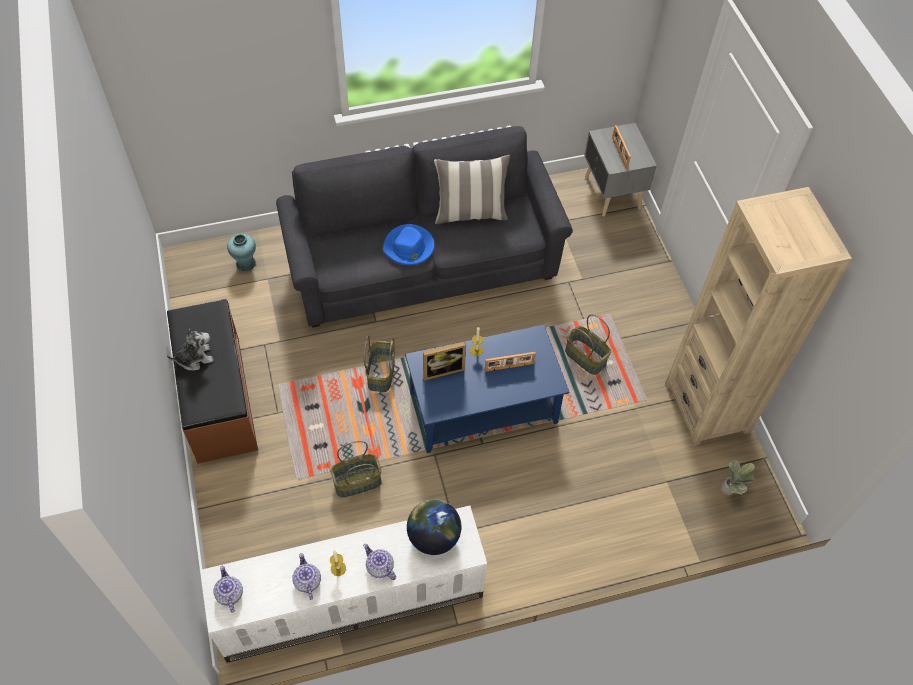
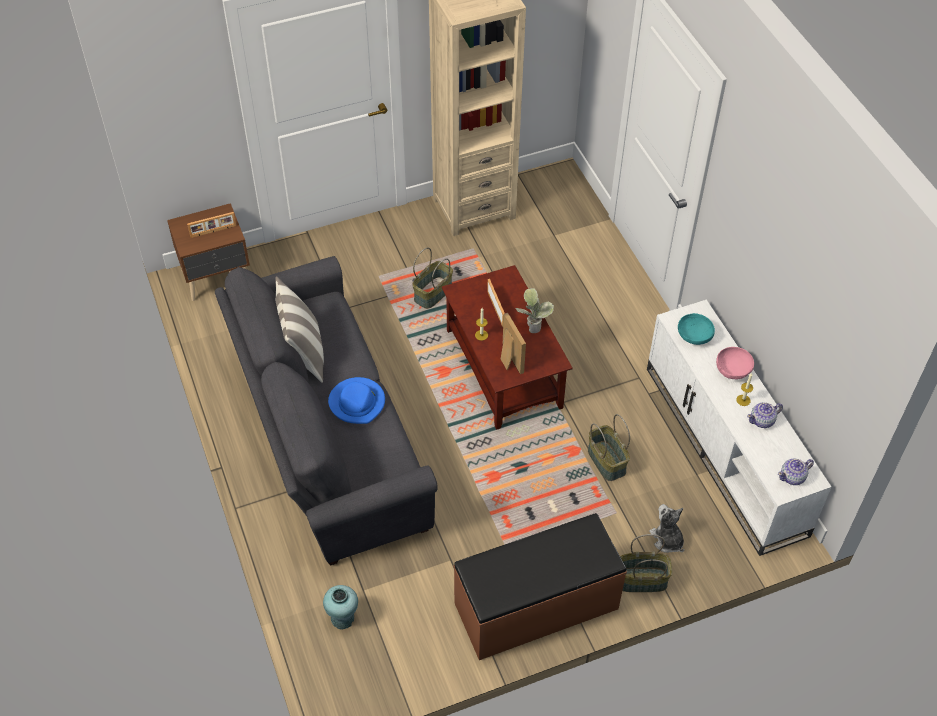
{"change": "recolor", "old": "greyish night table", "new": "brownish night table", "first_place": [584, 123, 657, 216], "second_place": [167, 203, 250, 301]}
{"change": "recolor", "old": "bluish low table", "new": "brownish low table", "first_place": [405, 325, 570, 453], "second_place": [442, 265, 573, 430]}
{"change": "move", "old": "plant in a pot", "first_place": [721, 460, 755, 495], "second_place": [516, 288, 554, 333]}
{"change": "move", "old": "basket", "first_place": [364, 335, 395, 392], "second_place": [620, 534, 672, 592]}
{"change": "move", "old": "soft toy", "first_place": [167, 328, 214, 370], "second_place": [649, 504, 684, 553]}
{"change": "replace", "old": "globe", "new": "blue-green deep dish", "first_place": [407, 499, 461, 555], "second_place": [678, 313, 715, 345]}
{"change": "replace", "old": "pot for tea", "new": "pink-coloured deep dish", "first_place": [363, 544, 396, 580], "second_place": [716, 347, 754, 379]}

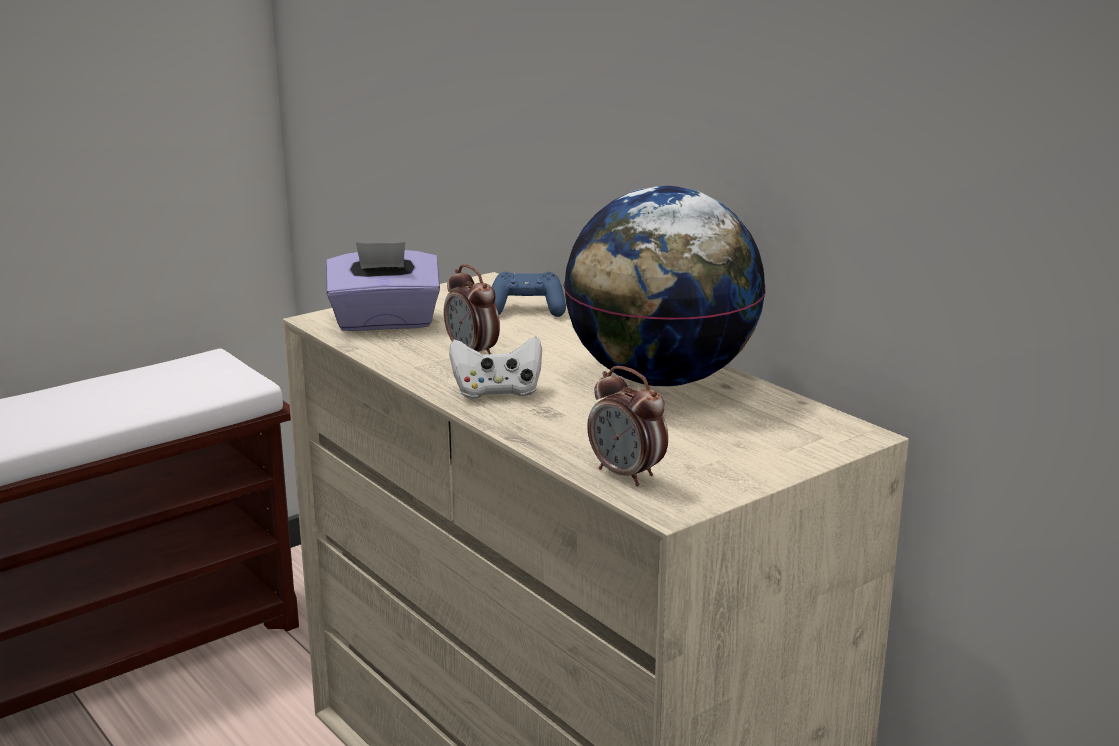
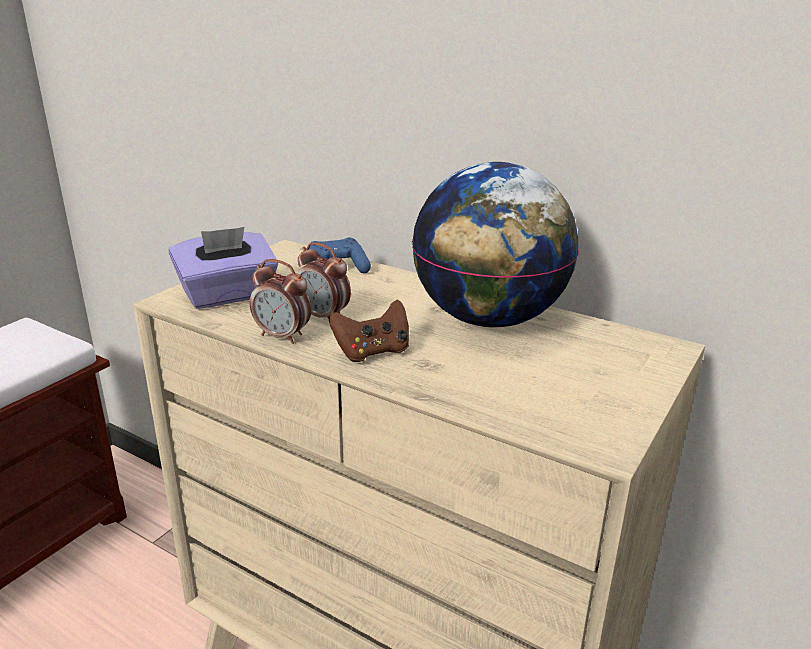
{"change": "move", "old": "alarm clock", "first_place": [587, 366, 668, 486], "second_place": [250, 259, 311, 344]}
{"change": "recolor", "old": "white joypad", "new": "brownish joypad", "first_place": [449, 336, 542, 399], "second_place": [329, 299, 409, 362]}

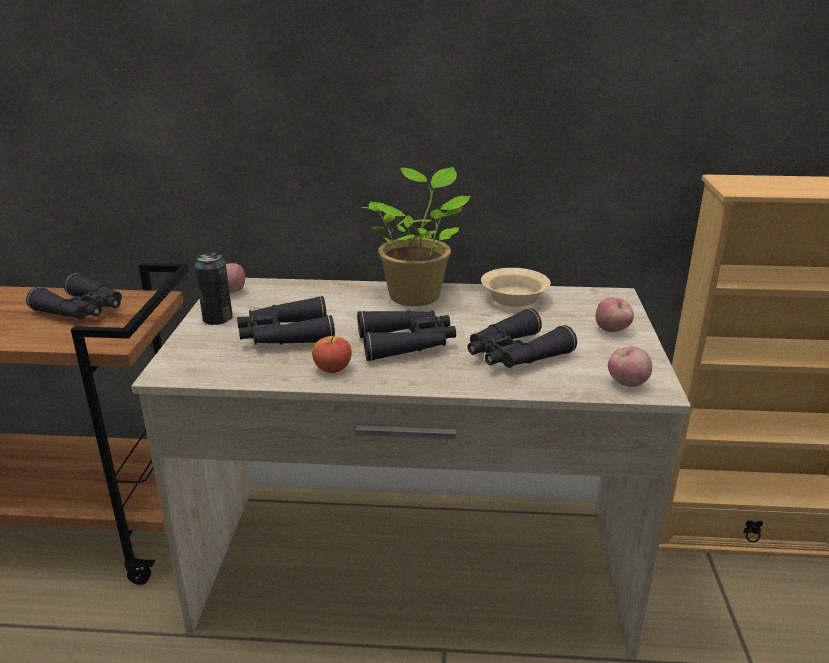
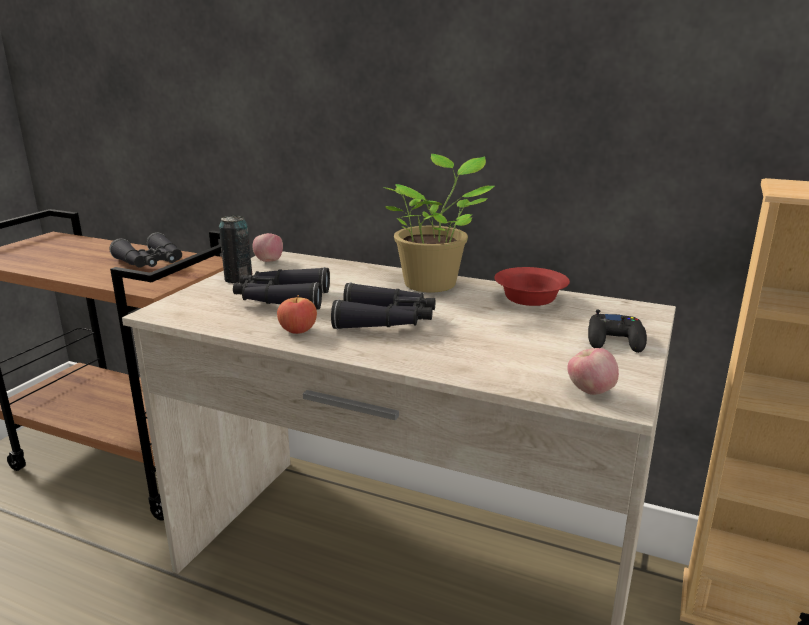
{"change": "recolor", "old": "beige-coloured deep dish", "new": "red-coloured deep dish", "first_place": [481, 268, 551, 307], "second_place": [494, 267, 570, 306]}
{"change": "replace", "old": "apple", "new": "black joypad", "first_place": [595, 297, 634, 332], "second_place": [588, 310, 647, 353]}
{"change": "delete", "old": "black binoculars", "first_place": [468, 308, 577, 368]}

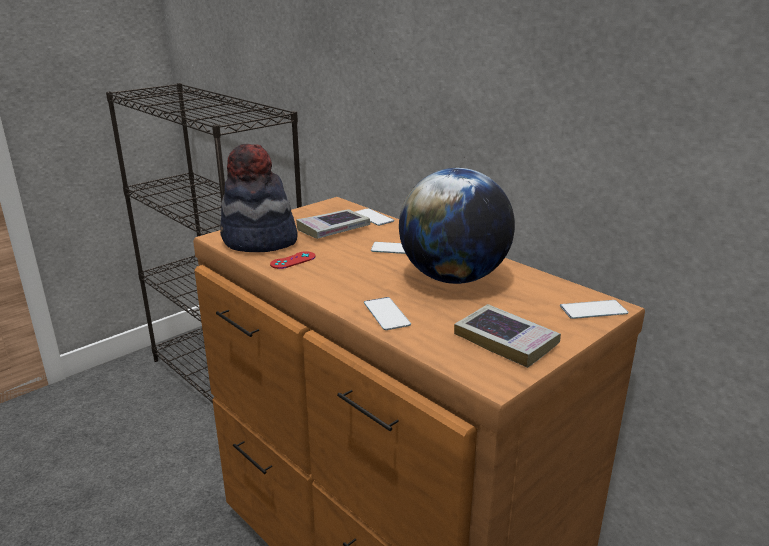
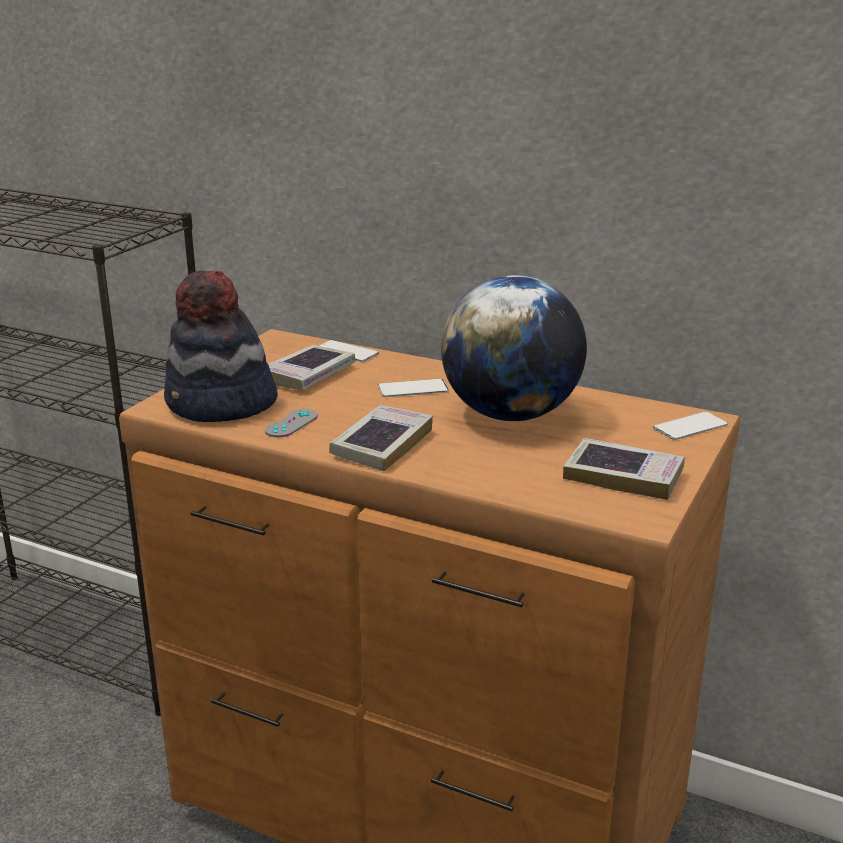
{"change": "recolor", "old": "red-coloured joypad", "new": "greyish joypad", "first_place": [270, 251, 315, 269], "second_place": [265, 409, 318, 437]}
{"change": "insert", "new": "bound book", "second_place": [329, 405, 433, 471]}
{"change": "delete", "old": "phone", "first_place": [364, 297, 411, 330]}

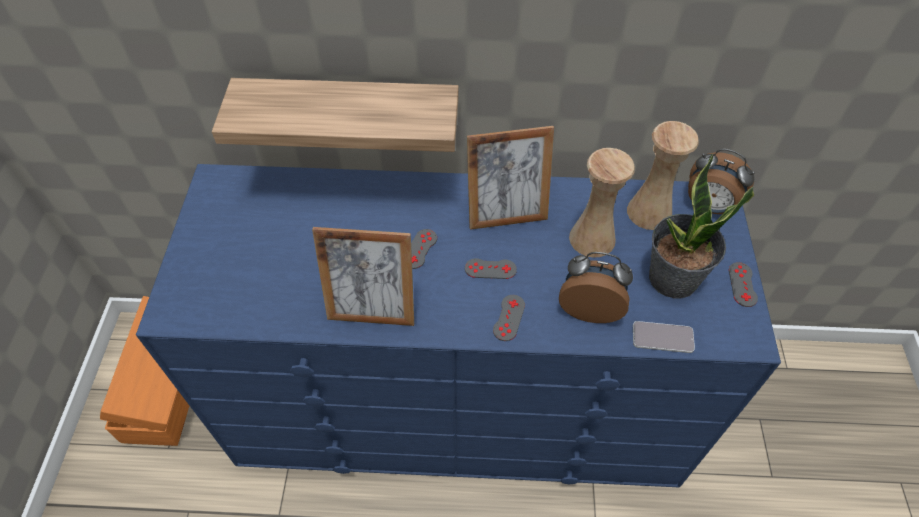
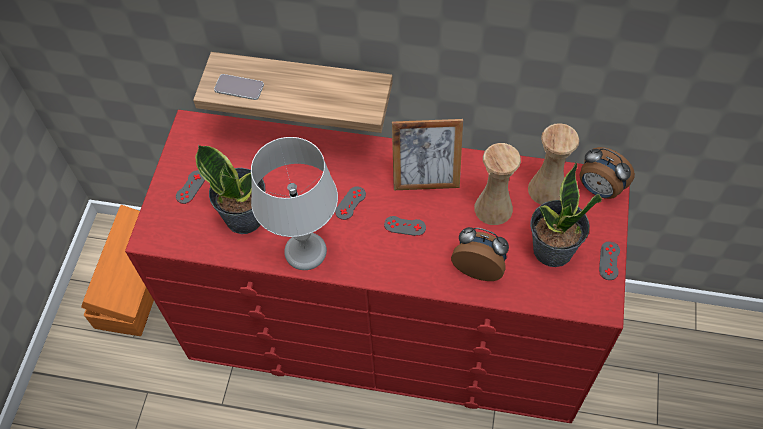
{"change": "recolor", "old": "bluish drawer chest", "new": "red-coloured drawer chest", "first_place": [136, 164, 781, 487], "second_place": [125, 110, 630, 423]}
{"change": "move", "old": "greyish joypad", "first_place": [493, 295, 525, 341], "second_place": [176, 170, 205, 204]}
{"change": "insert", "new": "plant in a pot", "second_place": [195, 145, 265, 234]}
{"change": "move", "old": "phone", "first_place": [633, 321, 695, 353], "second_place": [214, 74, 264, 100]}
{"change": "replace", "old": "standing frame", "new": "greyish tabletop lamp", "first_place": [312, 227, 414, 326], "second_place": [251, 137, 338, 270]}

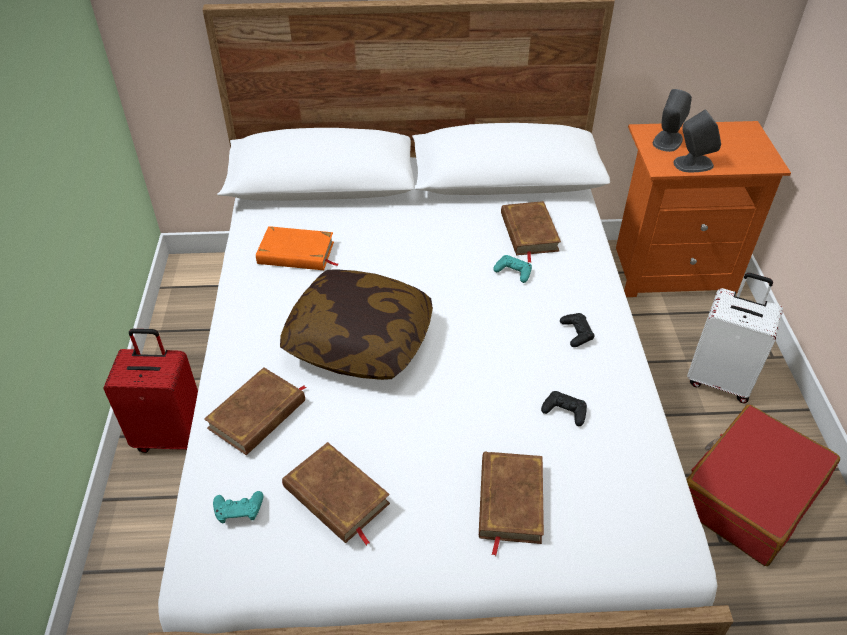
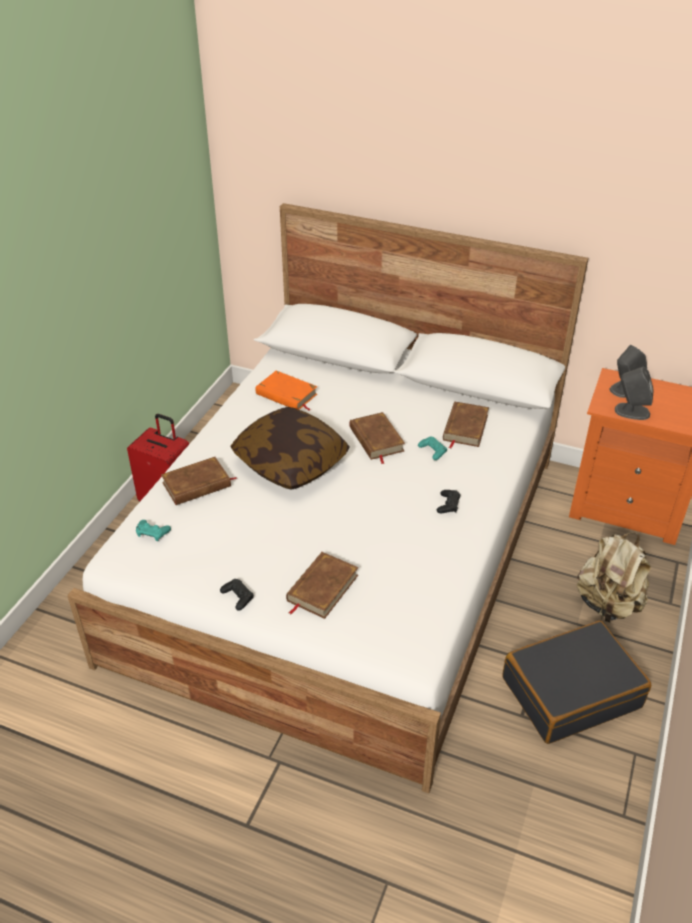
{"change": "move", "old": "black joypad", "first_place": [541, 391, 587, 426], "second_place": [220, 579, 254, 611]}
{"change": "move", "old": "brownish bound book", "first_place": [282, 442, 390, 546], "second_place": [349, 412, 405, 464]}
{"change": "recolor", "old": "red-coloured travel case", "new": "black travel case", "first_place": [686, 405, 840, 566], "second_place": [502, 621, 651, 744]}
{"change": "replace", "old": "white travel case", "new": "beige-coloured knapsack", "first_place": [687, 273, 783, 403], "second_place": [577, 532, 651, 622]}

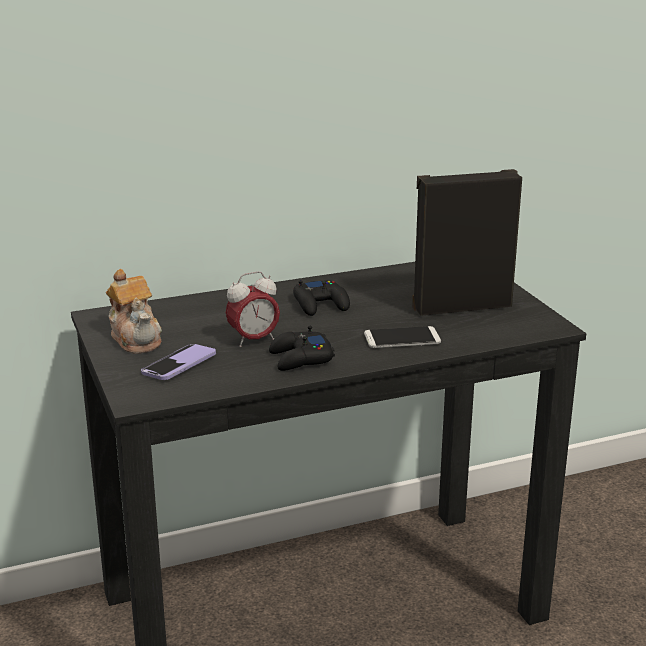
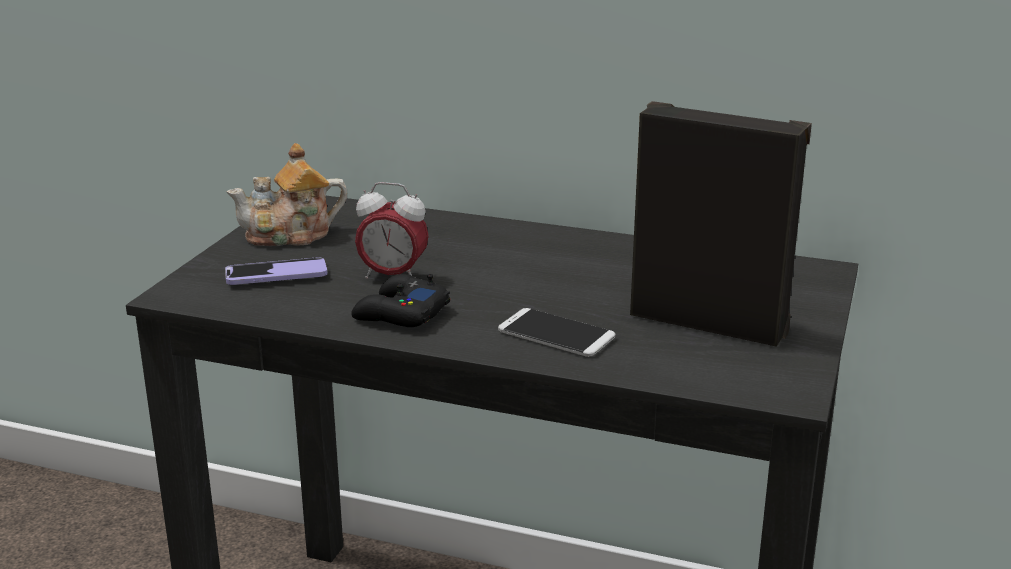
{"change": "rotate", "old": "pot for tea", "first_place": [106, 269, 162, 354], "second_place": [226, 143, 347, 246], "degrees": 60}
{"change": "delete", "old": "black joypad", "first_place": [293, 280, 350, 316]}

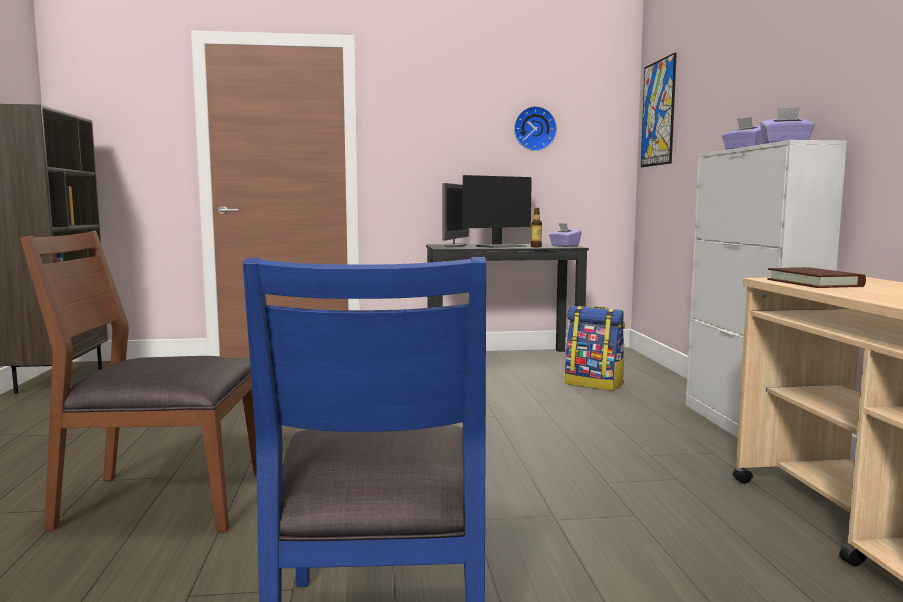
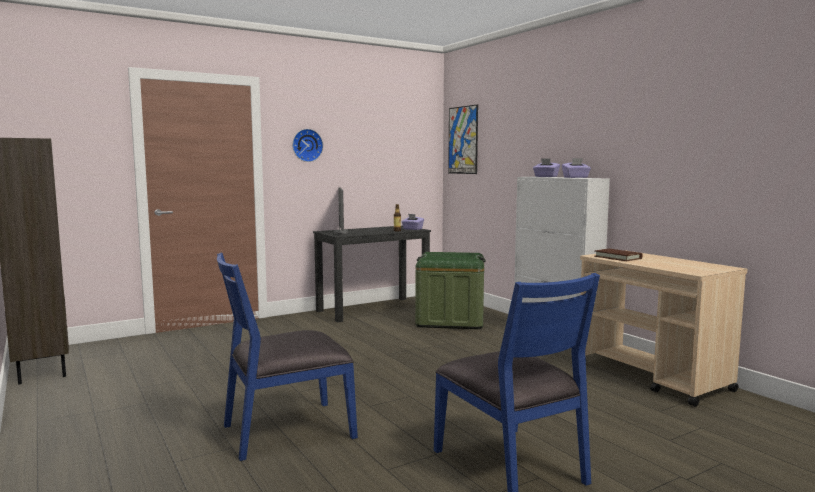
{"change": "recolor", "old": "brownish plain chair", "new": "bluish plain chair", "first_place": [20, 231, 257, 533], "second_place": [217, 252, 358, 461]}
{"change": "move", "old": "clock on the wall", "first_place": [514, 106, 557, 151], "second_place": [292, 129, 323, 162]}
{"change": "replace", "old": "knapsack", "new": "greenish storage bin", "first_place": [565, 306, 625, 391], "second_place": [415, 252, 485, 329]}
{"change": "delete", "old": "computer screen", "first_place": [463, 175, 532, 248]}

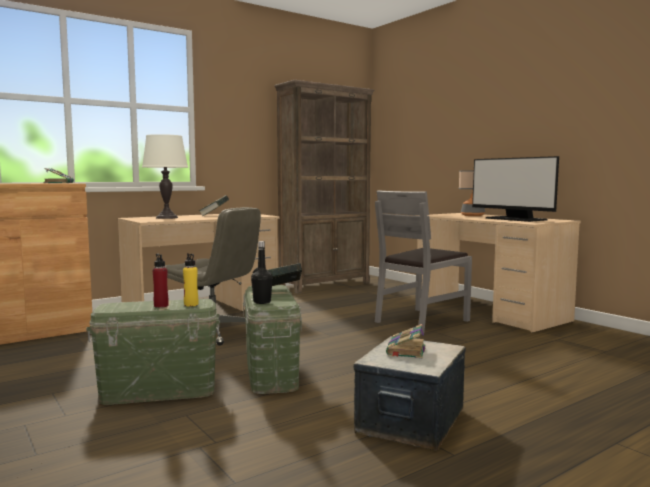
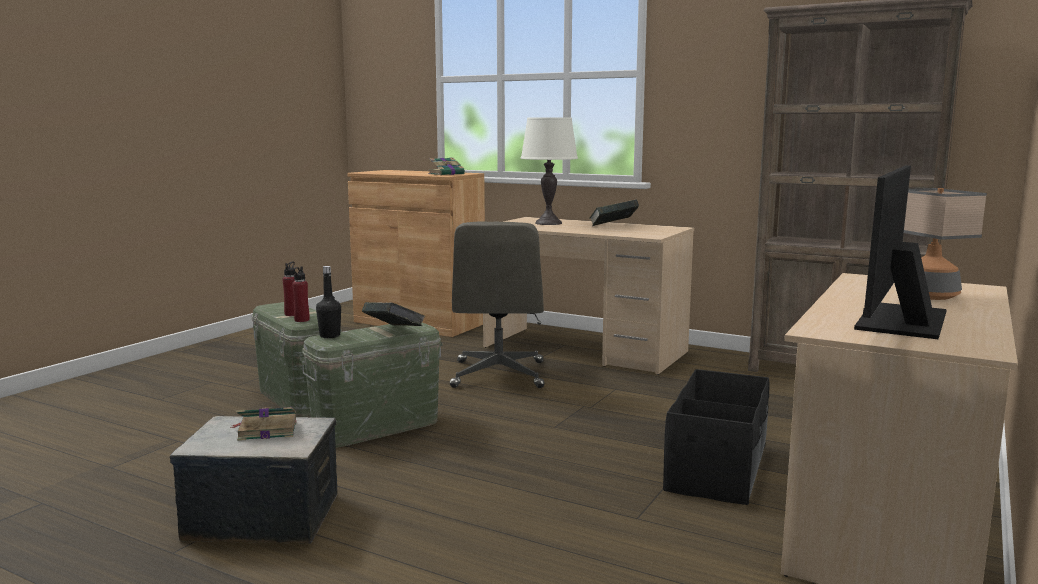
{"change": "recolor", "old": "yellow-coloured beverage bottle", "new": "red-coloured beverage bottle", "first_place": [183, 253, 198, 307], "second_place": [292, 266, 310, 322]}
{"change": "replace", "old": "greyish plain chair", "new": "black storage bin", "first_place": [375, 190, 472, 334], "second_place": [663, 369, 769, 505]}

